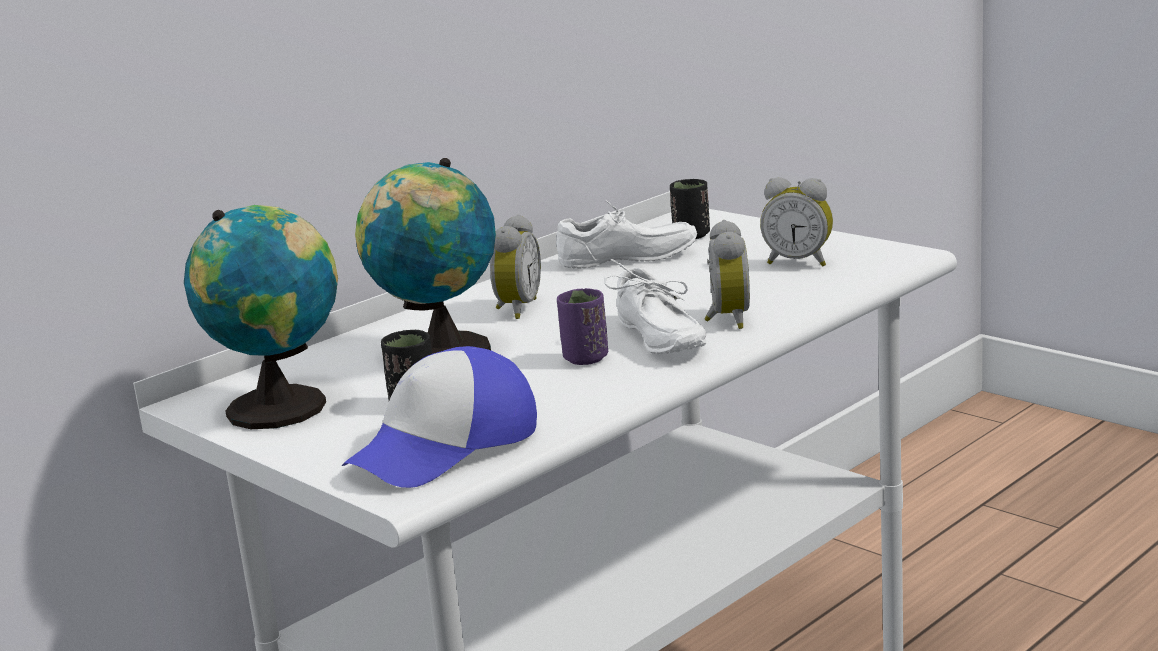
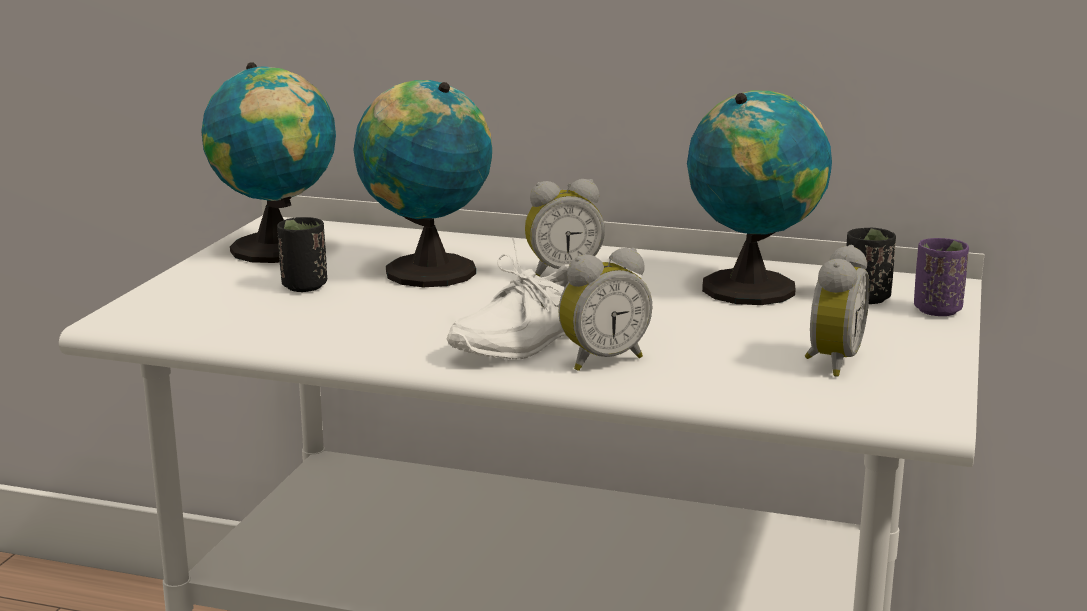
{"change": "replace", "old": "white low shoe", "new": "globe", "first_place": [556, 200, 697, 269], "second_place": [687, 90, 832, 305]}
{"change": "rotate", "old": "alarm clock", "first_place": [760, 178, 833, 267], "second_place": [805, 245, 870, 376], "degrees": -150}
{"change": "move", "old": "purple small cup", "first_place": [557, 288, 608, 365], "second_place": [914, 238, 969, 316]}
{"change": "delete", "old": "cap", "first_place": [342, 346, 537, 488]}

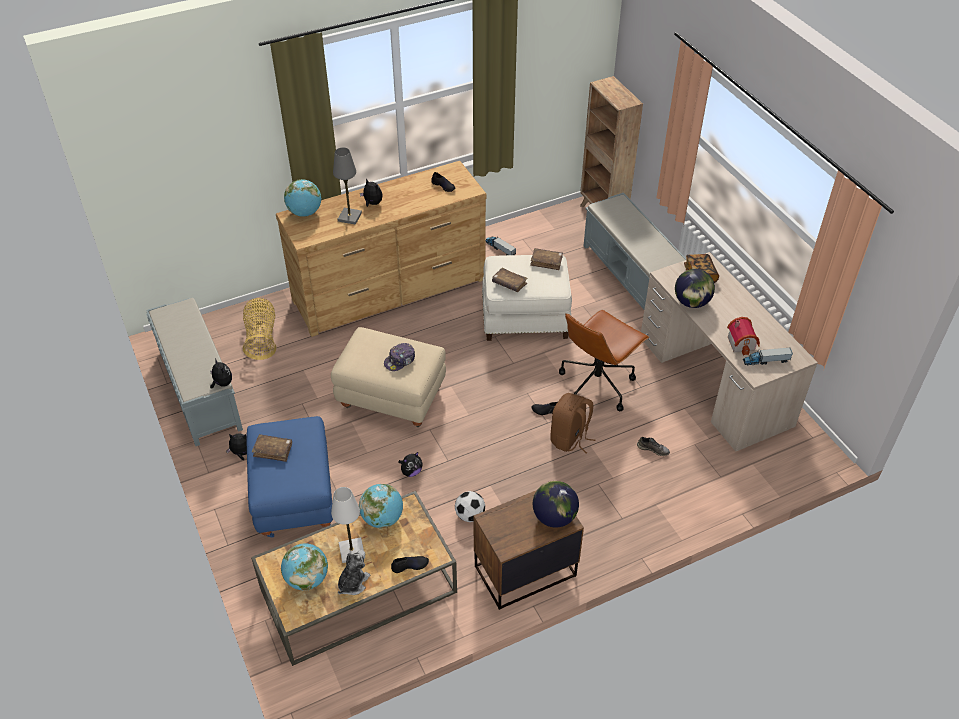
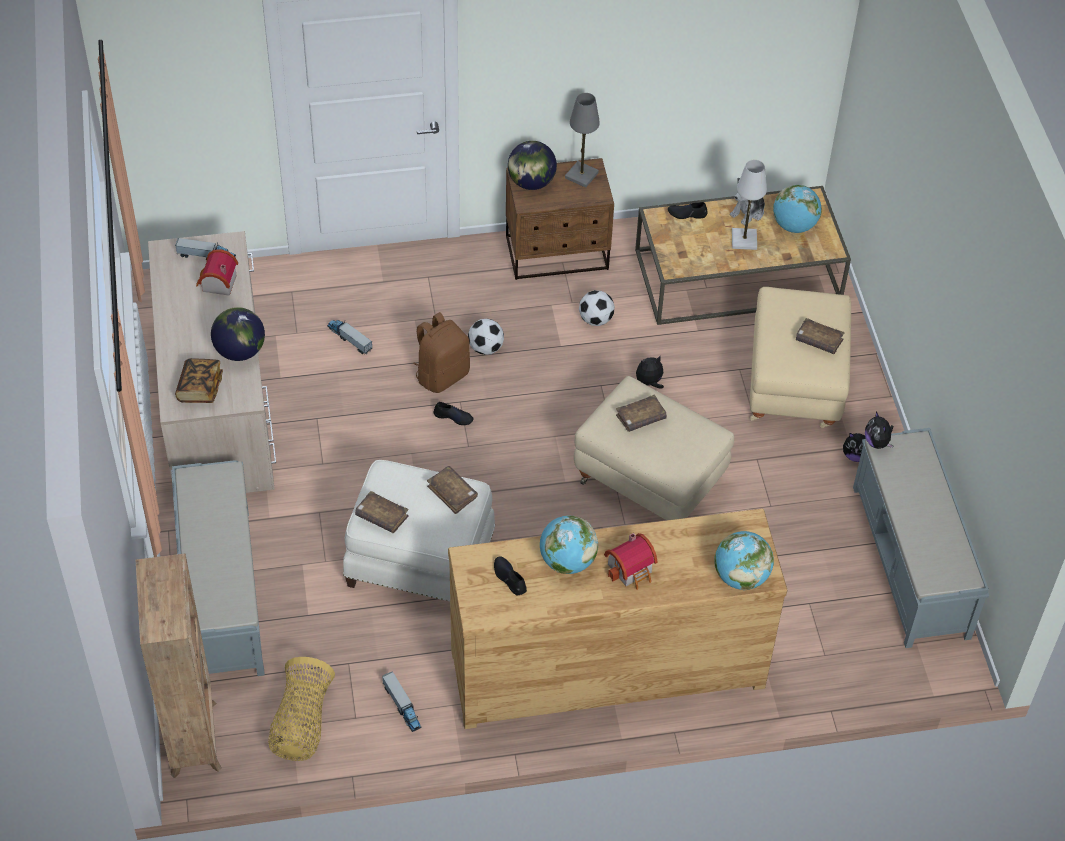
{"change": "move", "old": "basket", "first_place": [243, 298, 276, 360], "second_place": [268, 657, 335, 761]}
{"change": "replace", "old": "greyish low shoe", "new": "toy lorry", "first_place": [637, 437, 670, 456], "second_place": [327, 320, 372, 354]}
{"change": "insert", "new": "football", "second_place": [468, 319, 504, 355]}
{"change": "move", "old": "globe", "first_place": [359, 484, 403, 528], "second_place": [540, 515, 598, 574]}
{"change": "move", "old": "greyish tabletop lamp", "first_place": [333, 147, 362, 225], "second_place": [565, 93, 600, 188]}
{"change": "replace", "old": "soft toy", "new": "model house", "first_place": [360, 178, 383, 207], "second_place": [604, 533, 658, 590]}
{"change": "replace", "old": "cap", "new": "brownish bound book", "first_place": [384, 343, 415, 371], "second_place": [616, 395, 667, 432]}
{"change": "recolor", "old": "bluish footrest", "new": "beige-coloured footrest", "first_place": [246, 416, 333, 538], "second_place": [750, 287, 851, 428]}
{"change": "delete", "old": "brownish office chair", "first_place": [559, 310, 649, 411]}

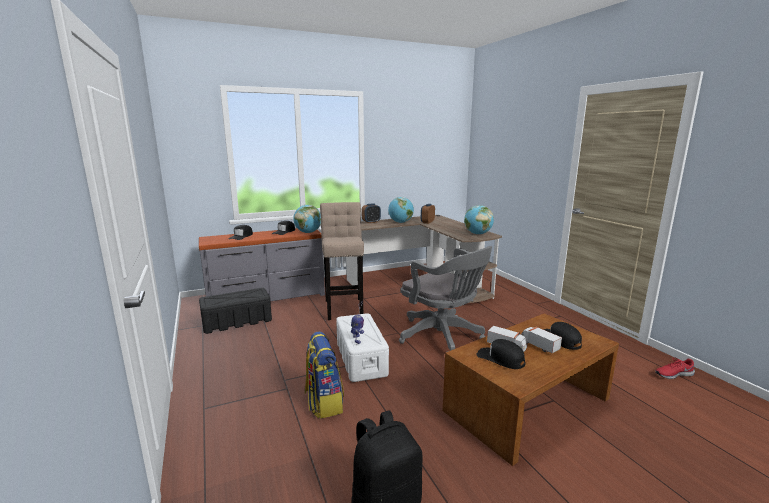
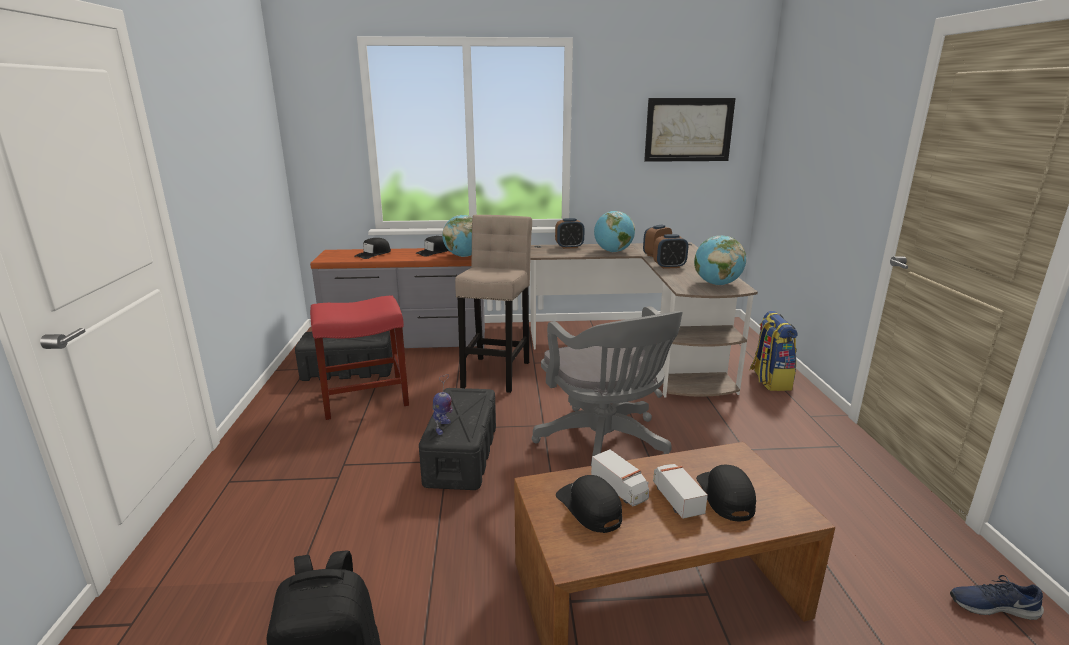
{"change": "insert", "new": "red-coloured stool seat", "second_place": [310, 296, 409, 420]}
{"change": "recolor", "old": "white storage bin", "new": "black storage bin", "first_place": [336, 313, 389, 382], "second_place": [419, 388, 496, 490]}
{"change": "insert", "new": "picture", "second_place": [644, 98, 736, 162]}
{"change": "insert", "new": "alarm clock", "second_place": [653, 234, 688, 269]}
{"change": "move", "old": "knapsack", "first_place": [305, 331, 344, 419], "second_place": [750, 311, 798, 391]}
{"change": "recolor", "old": "red-coloured low shoe", "new": "bluish low shoe", "first_place": [655, 357, 695, 379], "second_place": [950, 575, 1044, 620]}

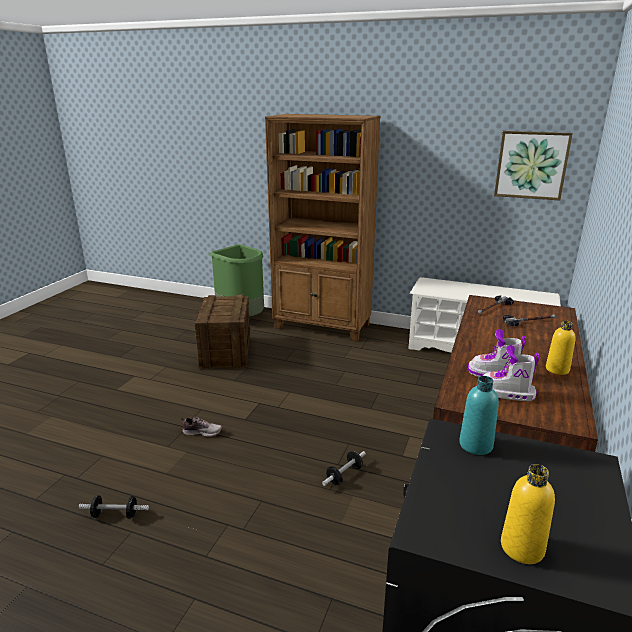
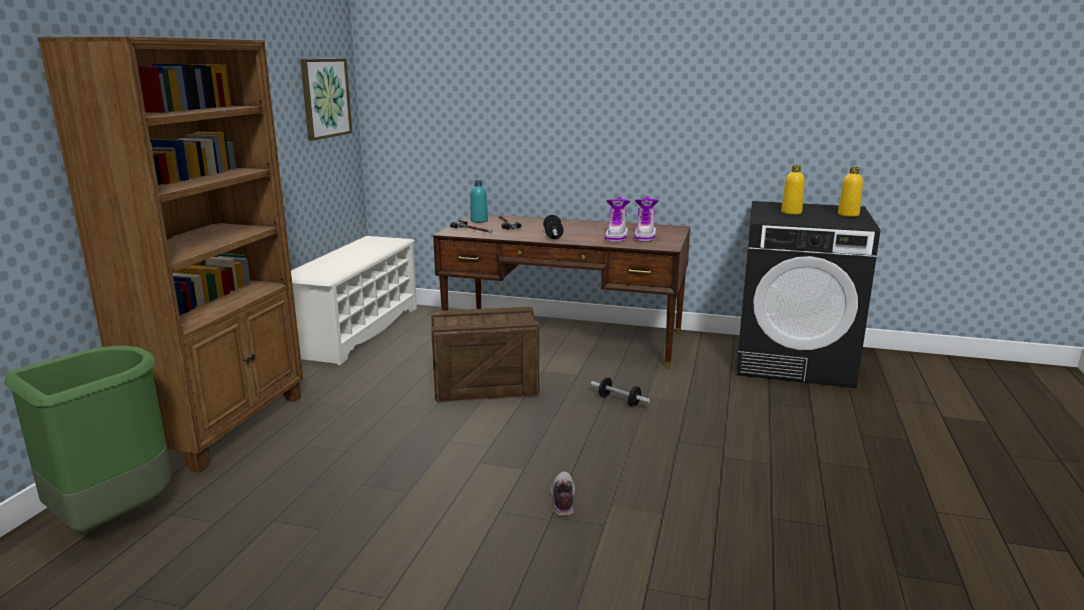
{"change": "move", "old": "shipping crate", "first_place": [195, 295, 250, 370], "second_place": [431, 306, 539, 402]}
{"change": "move", "old": "blue-green beverage bottle", "first_place": [459, 376, 499, 455], "second_place": [470, 180, 488, 223]}
{"change": "move", "old": "dumbbell", "first_place": [79, 495, 149, 519], "second_place": [543, 215, 564, 239]}
{"change": "move", "old": "yellow-coloured beverage bottle", "first_place": [546, 320, 576, 375], "second_place": [781, 165, 805, 215]}

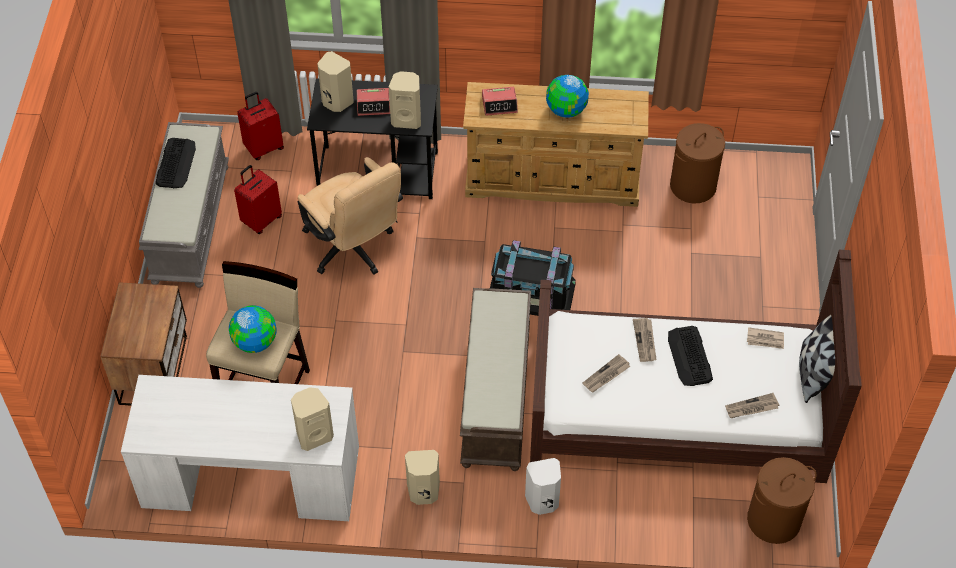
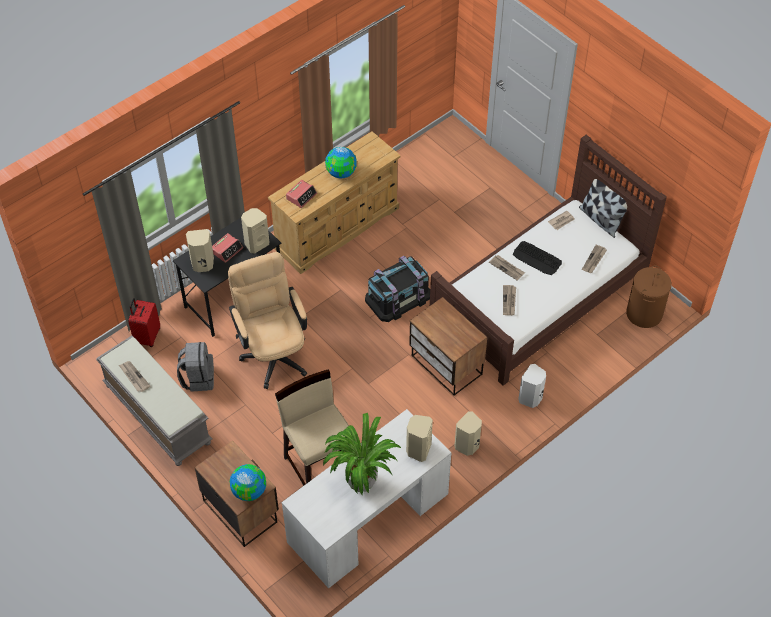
{"change": "replace", "old": "computer keyboard", "new": "daily paper", "first_place": [156, 138, 196, 188], "second_place": [119, 361, 150, 392]}
{"change": "replace", "old": "red-coloured travel case", "new": "greyish knapsack", "first_place": [234, 165, 282, 234], "second_place": [177, 342, 214, 392]}
{"change": "rotate", "old": "beige-coloured office chair", "first_place": [298, 157, 403, 274], "second_place": [228, 252, 307, 389], "degrees": -120}
{"change": "move", "old": "globe", "first_place": [229, 305, 276, 353], "second_place": [230, 464, 266, 501]}
{"change": "insert", "new": "plant in a pot", "second_place": [323, 413, 401, 495]}
{"change": "replace", "old": "brownish indoor bench", "new": "night table", "first_place": [460, 288, 531, 471], "second_place": [409, 297, 487, 396]}
{"change": "delete", "old": "brownish washing basket", "first_place": [670, 123, 725, 203]}

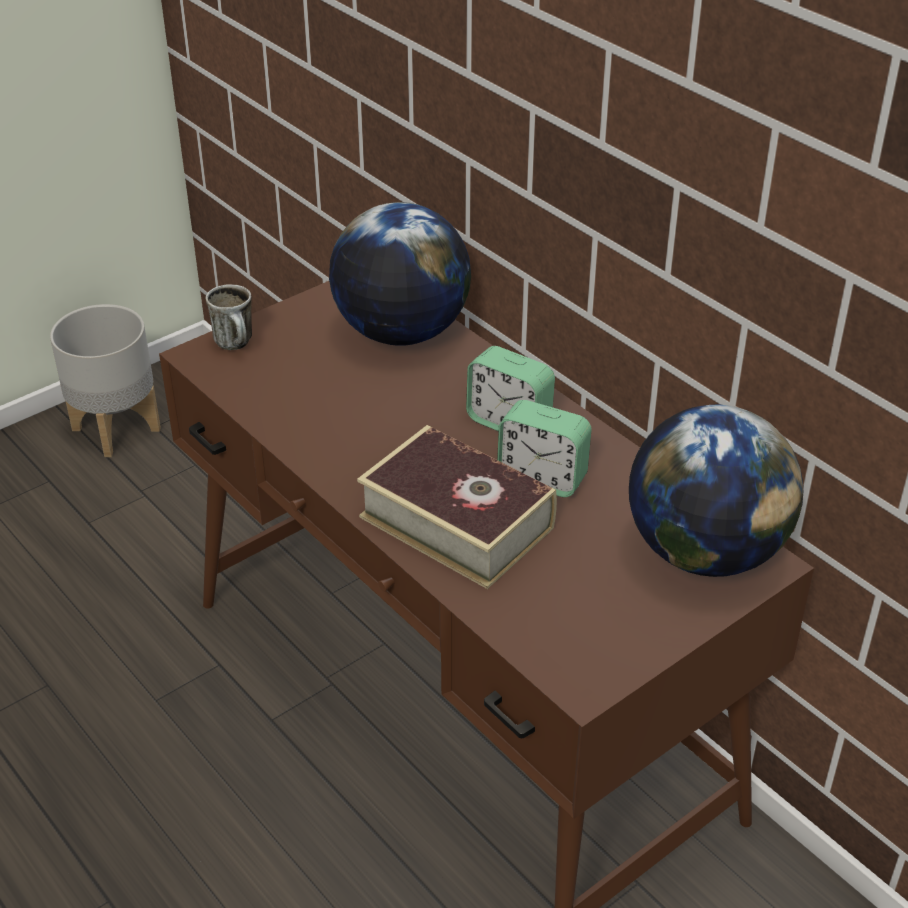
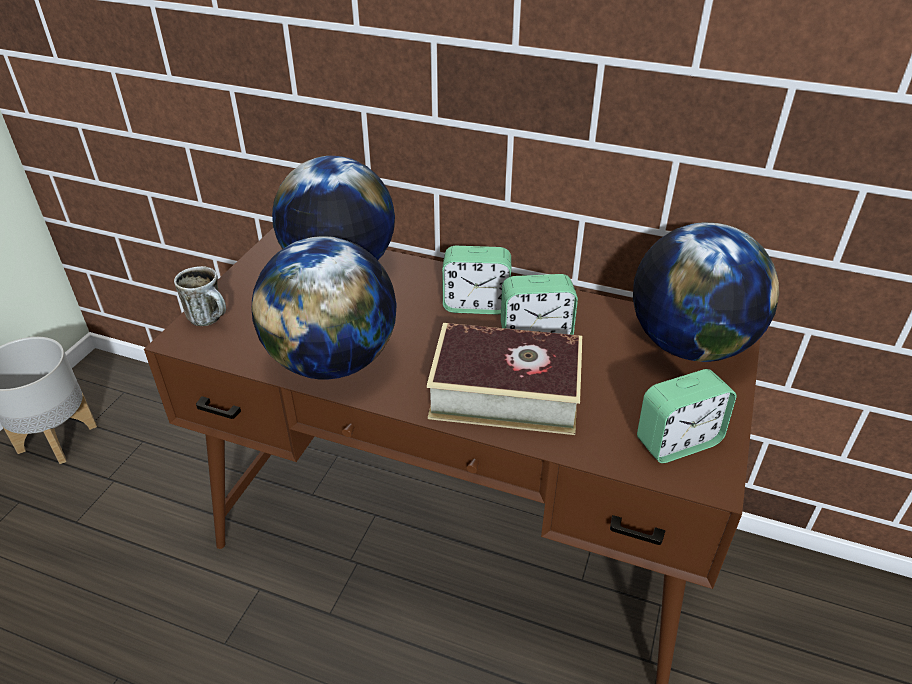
{"change": "insert", "new": "globe", "second_place": [252, 236, 397, 379]}
{"change": "insert", "new": "alarm clock", "second_place": [637, 369, 737, 463]}

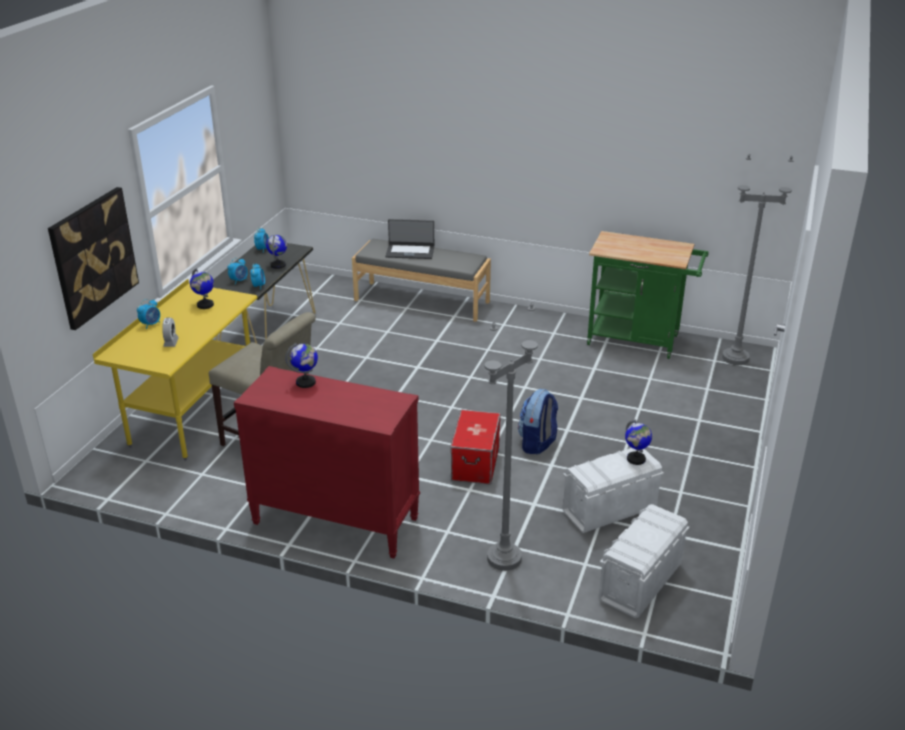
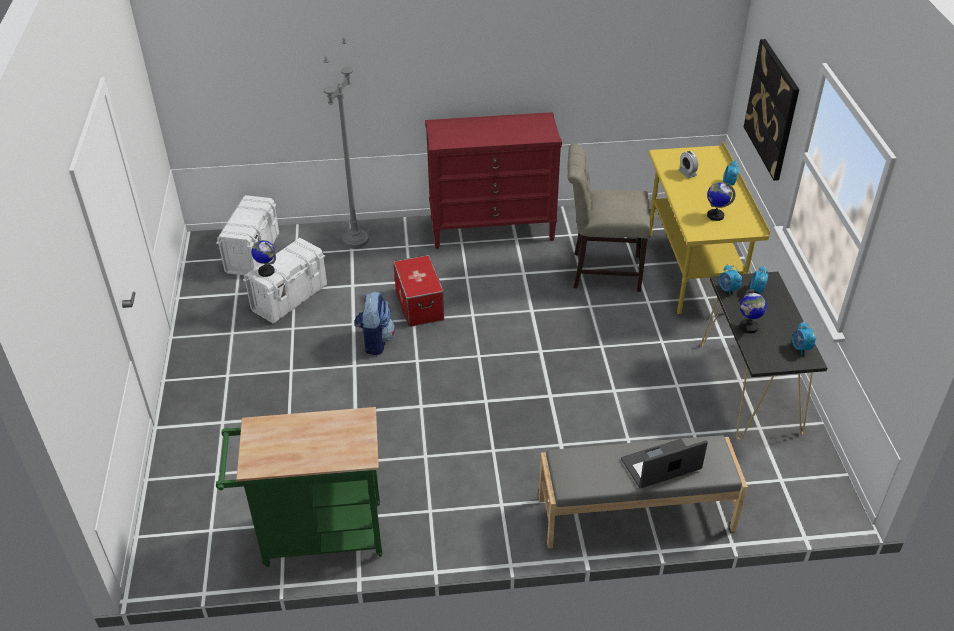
{"change": "delete", "old": "globe", "first_place": [285, 343, 318, 388]}
{"change": "delete", "old": "greyish standard lamp", "first_place": [722, 154, 794, 365]}

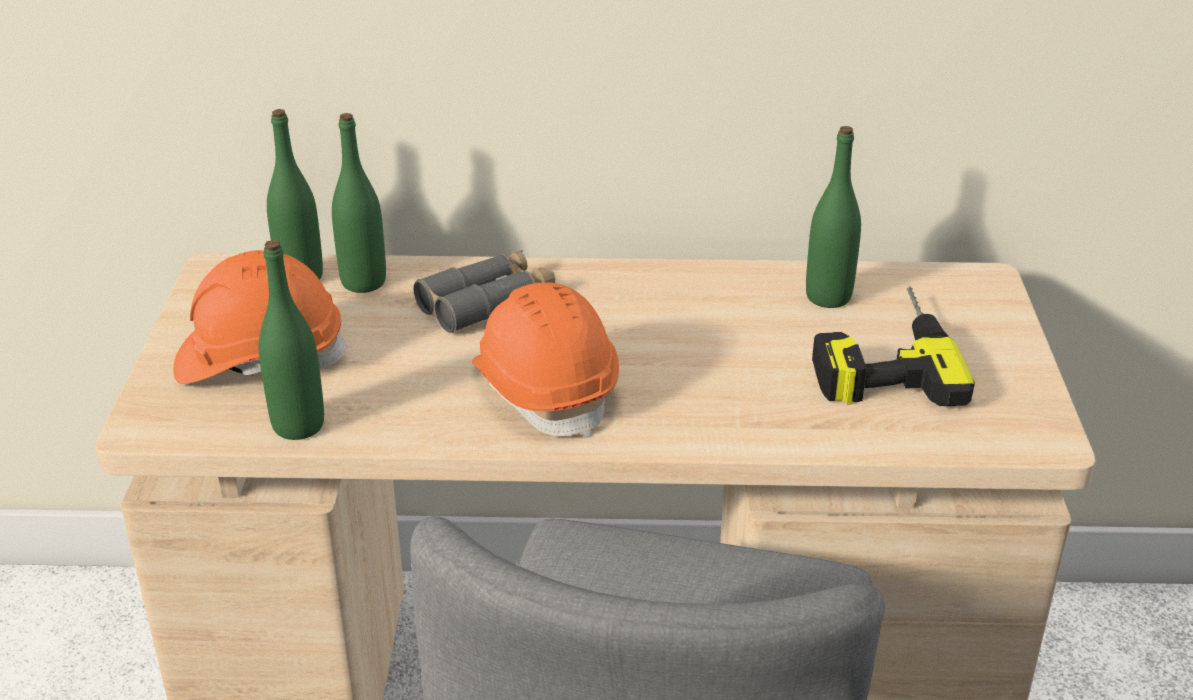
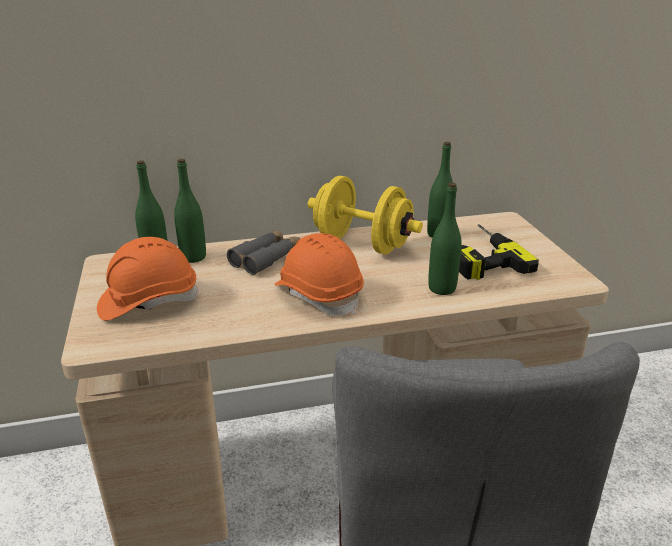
{"change": "insert", "new": "yellow-coloured dumbbell", "second_place": [308, 176, 423, 254]}
{"change": "move", "old": "greenish beverage bottle", "first_place": [259, 240, 324, 440], "second_place": [428, 183, 462, 295]}

